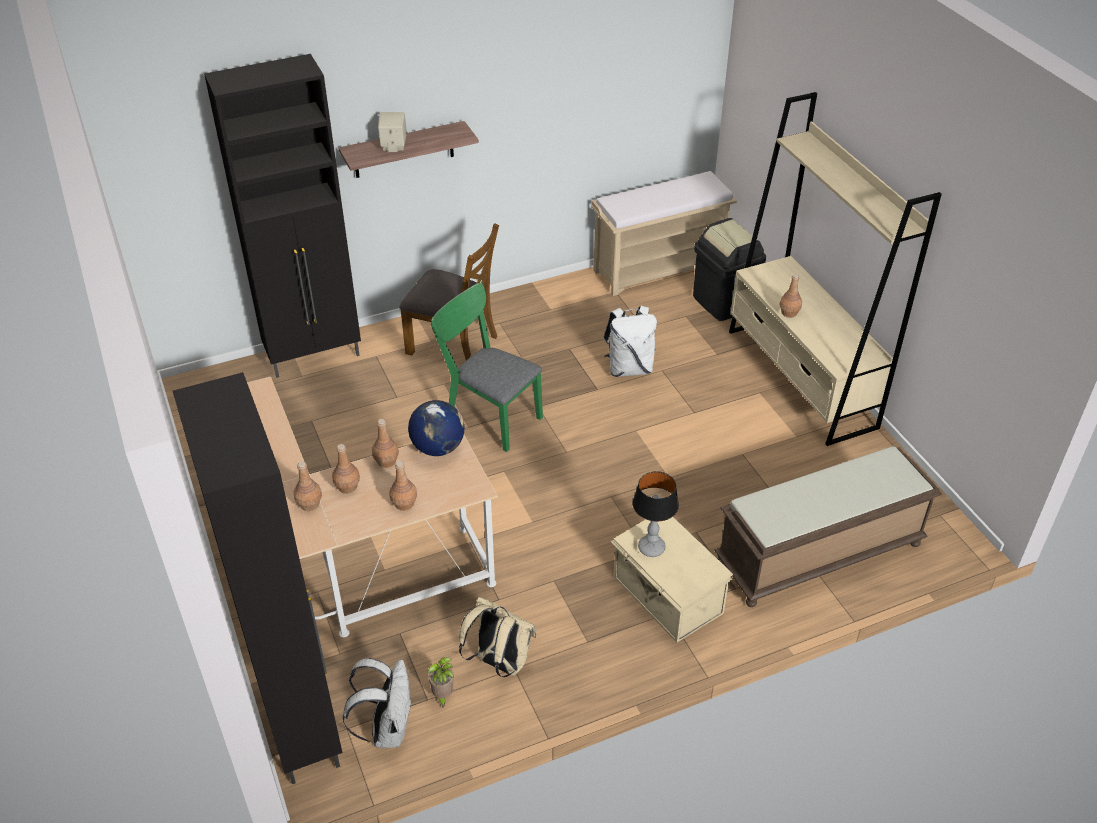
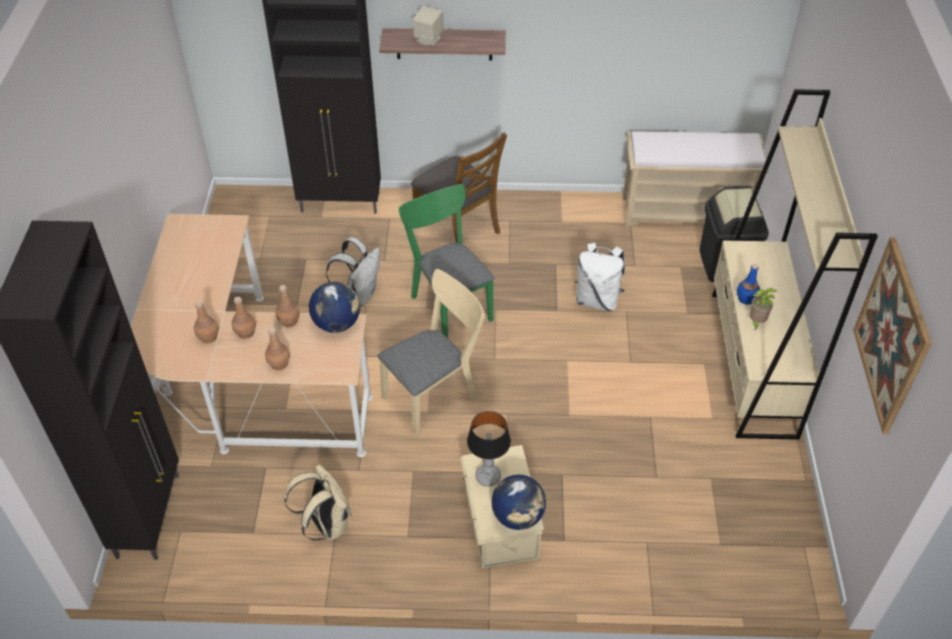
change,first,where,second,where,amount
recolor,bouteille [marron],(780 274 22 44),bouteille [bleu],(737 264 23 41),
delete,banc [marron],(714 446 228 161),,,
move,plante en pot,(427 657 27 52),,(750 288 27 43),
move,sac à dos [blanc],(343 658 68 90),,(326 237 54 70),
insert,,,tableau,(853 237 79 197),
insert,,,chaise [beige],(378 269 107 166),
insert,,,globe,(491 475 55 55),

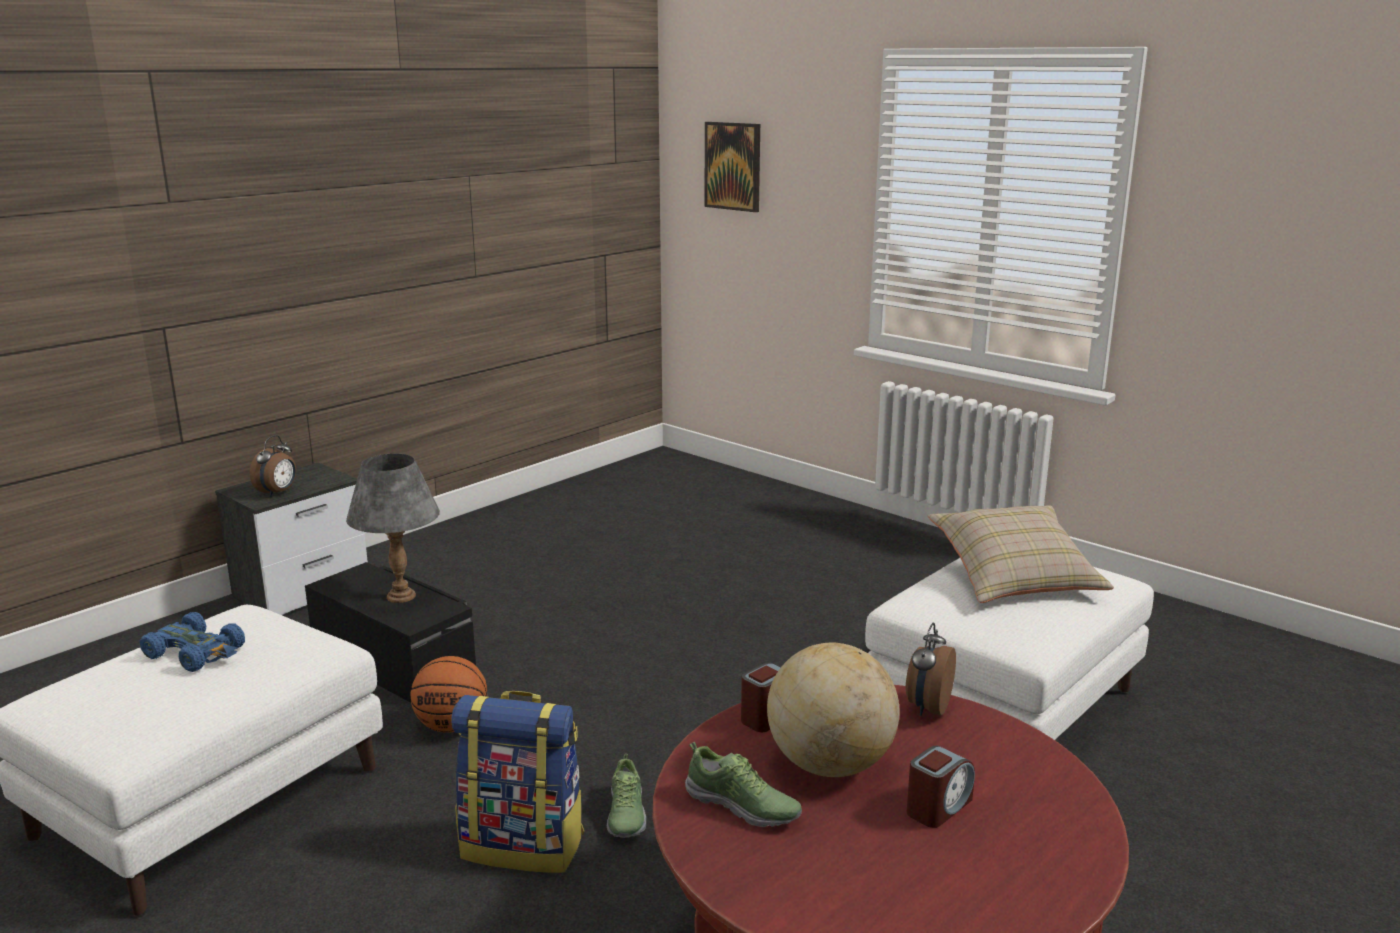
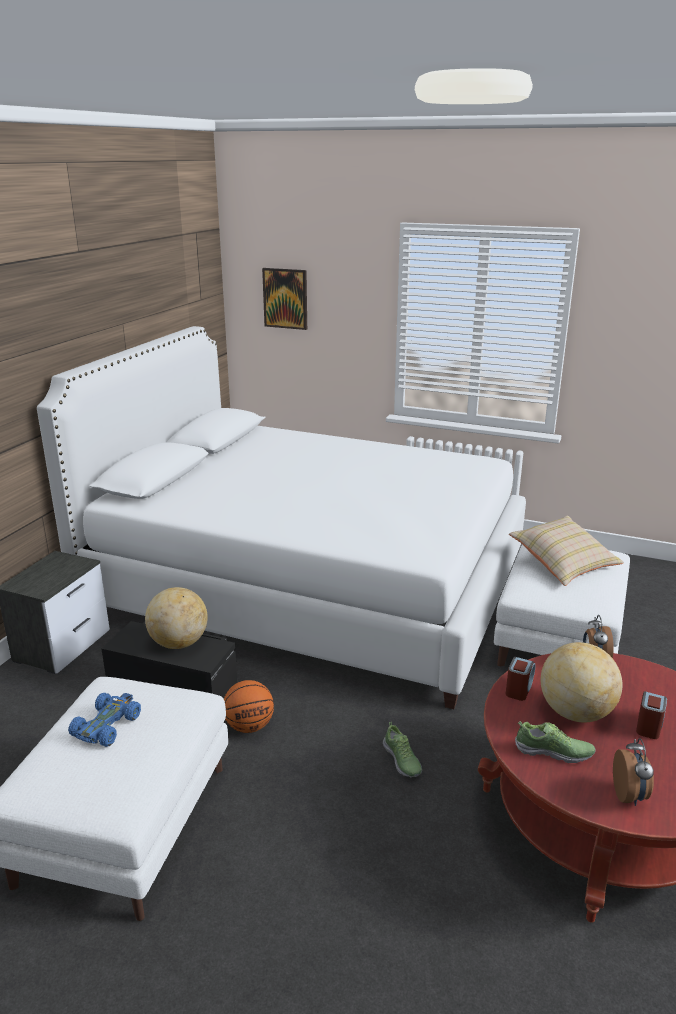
change,first,where,second,where,amount
move,réveil,(250 435 46 62),,(613 738 41 68),
replace,lampe de table [gris],(346 454 94 149),globe,(145 587 63 62),
rotate,petite voiture [bleu],(140 612 105 60),,(68 693 73 54),75 degrees counterclockwise
delete,sac à dos,(452 691 132 182),,,
insert,,,lit [blanc],(37 326 489 383),

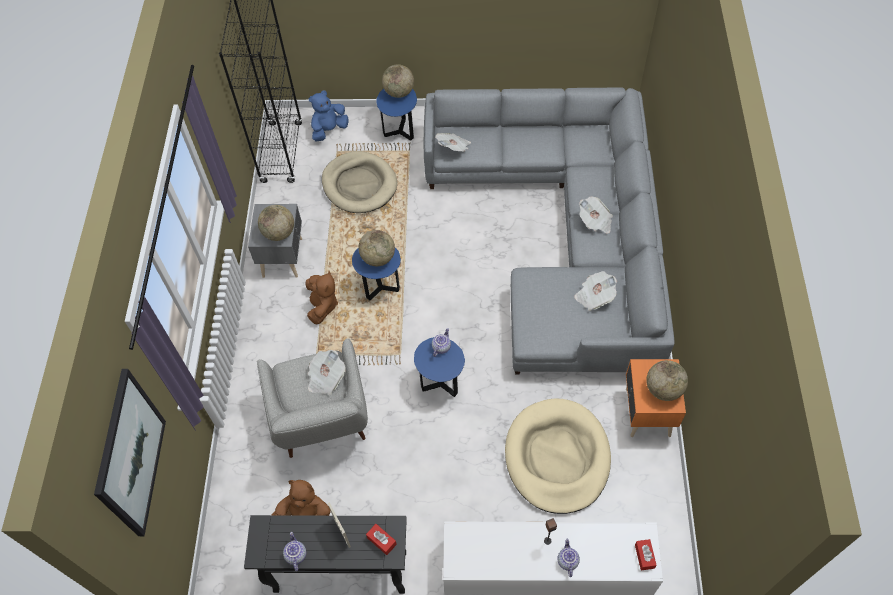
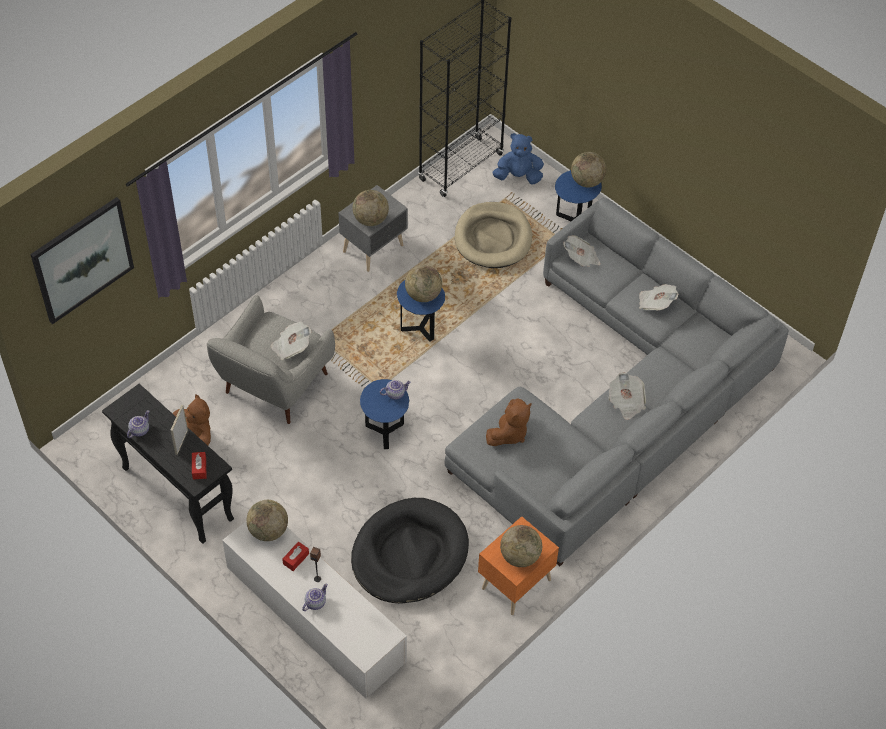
change,first,where,second,where,amount
move,peluche [marron],(306 271 32 53),,(486 398 45 48),
move,journal,(575 271 42 40),,(639 284 39 27),
recolor,panier pour chien [beige],(505 399 106 115),panier pour chien [noir],(351 498 118 105),
move,boîte à mouchoirs [rouge],(635 539 22 31),,(282 542 27 29),
insert,,,globe,(246 500 42 41),

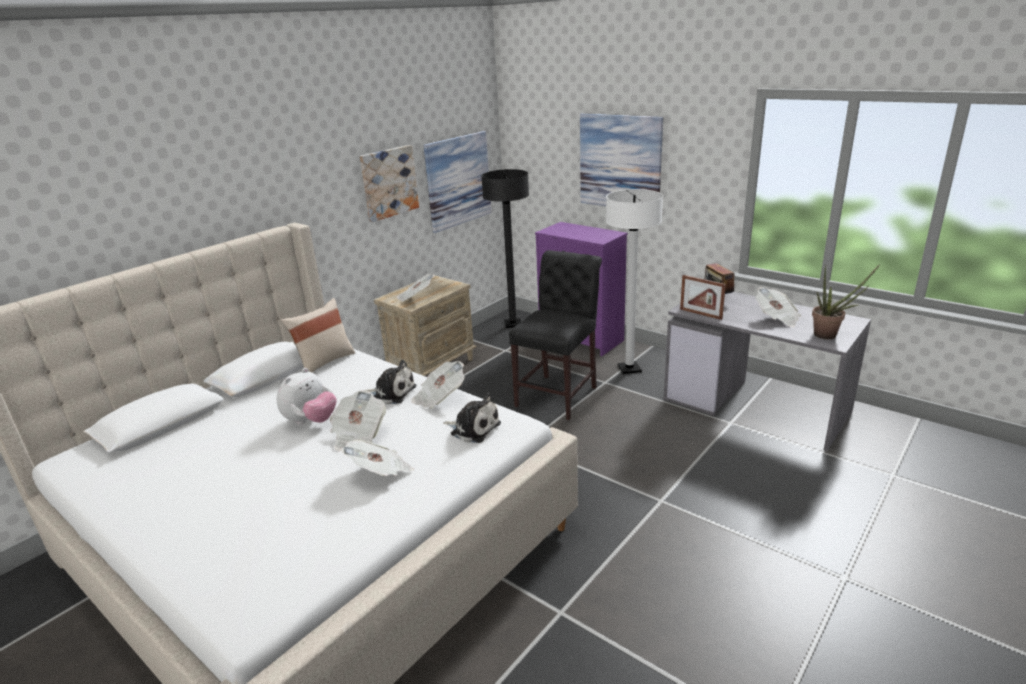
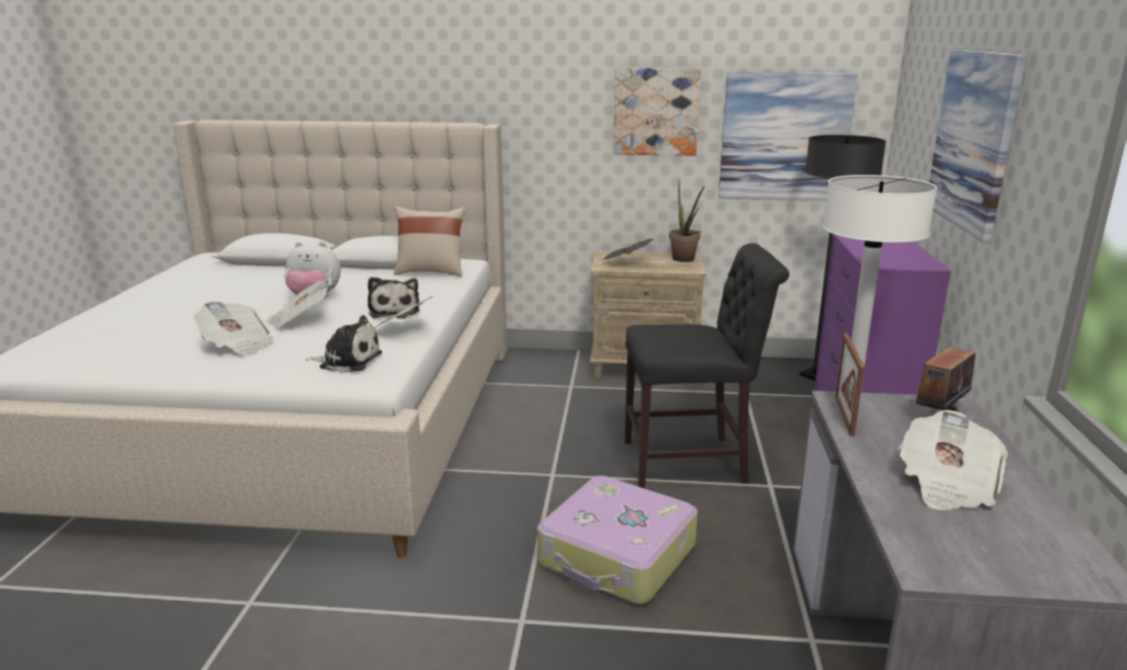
change,first,where,second,where,amount
move,plante en pot,(812 264 68 75),,(669 182 36 80),
rotate,peluche,(443 393 58 50),,(306 315 76 58),75 degrees counterclockwise
insert,,,valise,(537 476 161 128),

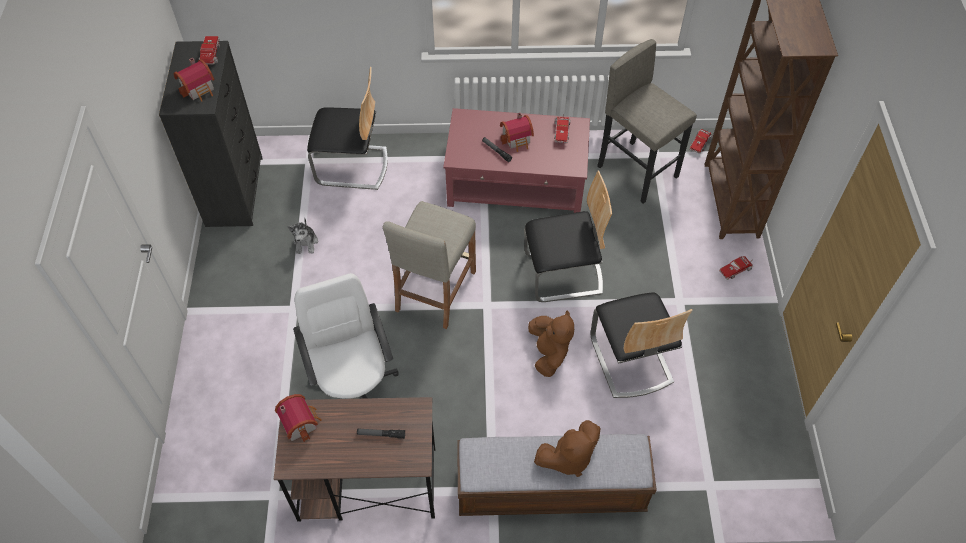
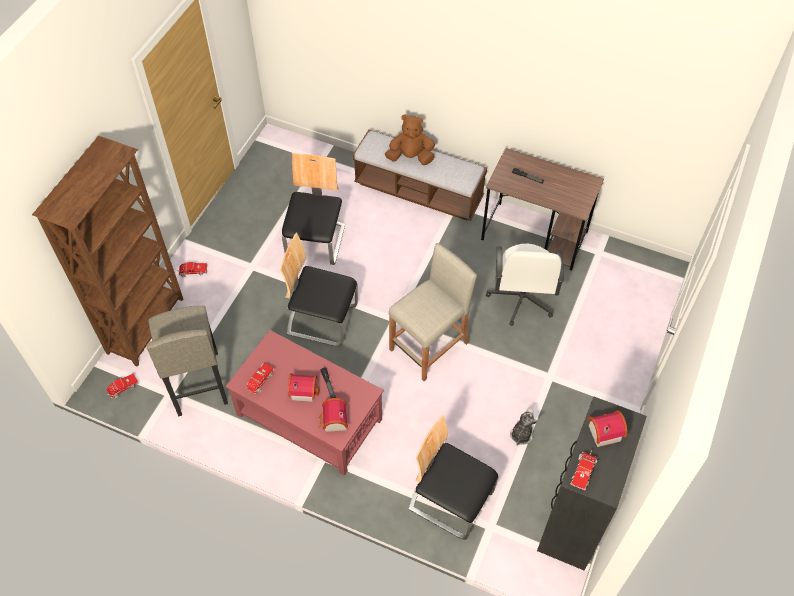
change,first,where,second,where,amount
delete,peluche [marron],(528 310 46 67),,,
move,maison miniature,(275 394 47 48),,(318 398 30 34),

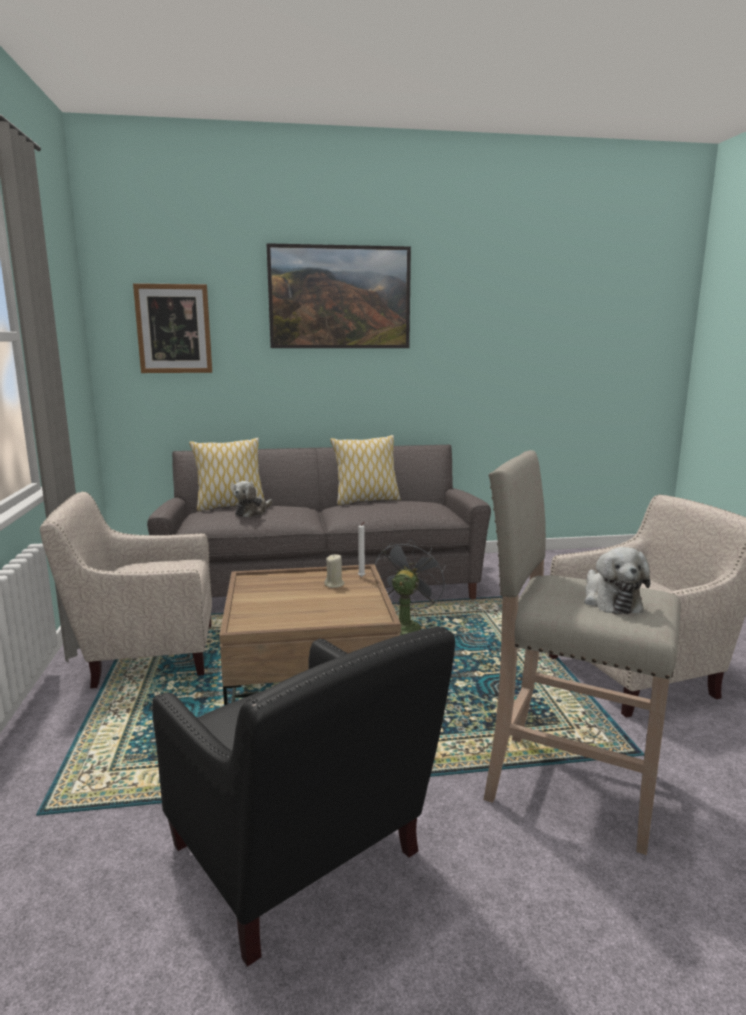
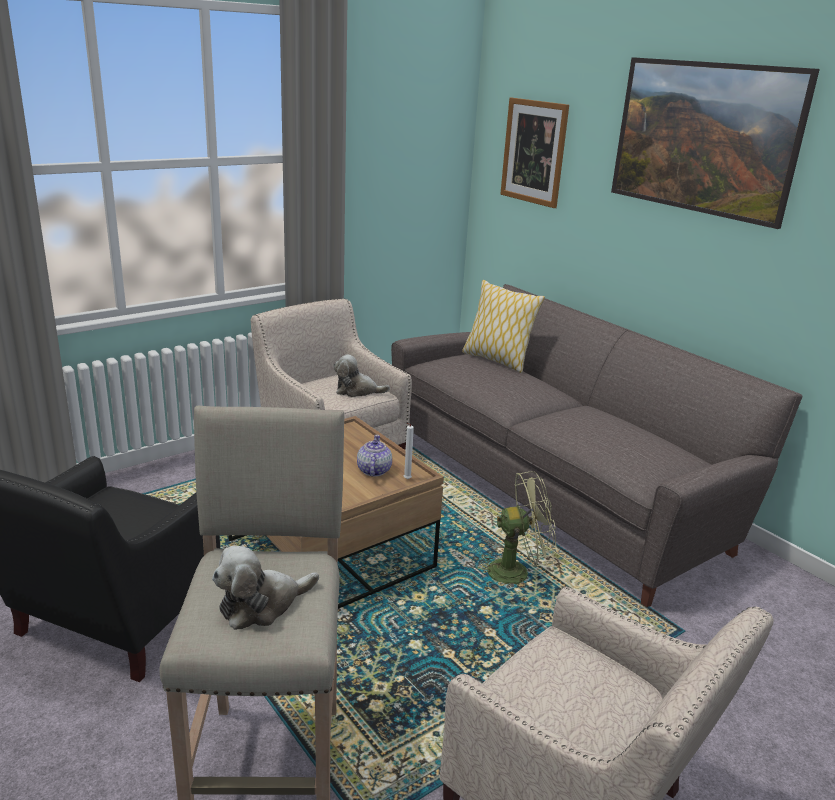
change,first,where,second,where,amount
delete,coussin,(330 435 71 70),,,
move,peluche,(233 481 39 37),,(334 354 56 43),
recolor,ventilateur [gris],(375 539 71 96),ventilateur [vert],(479 471 78 116),
replace,bougie [beige],(324 554 21 34),théière,(357 435 35 42),

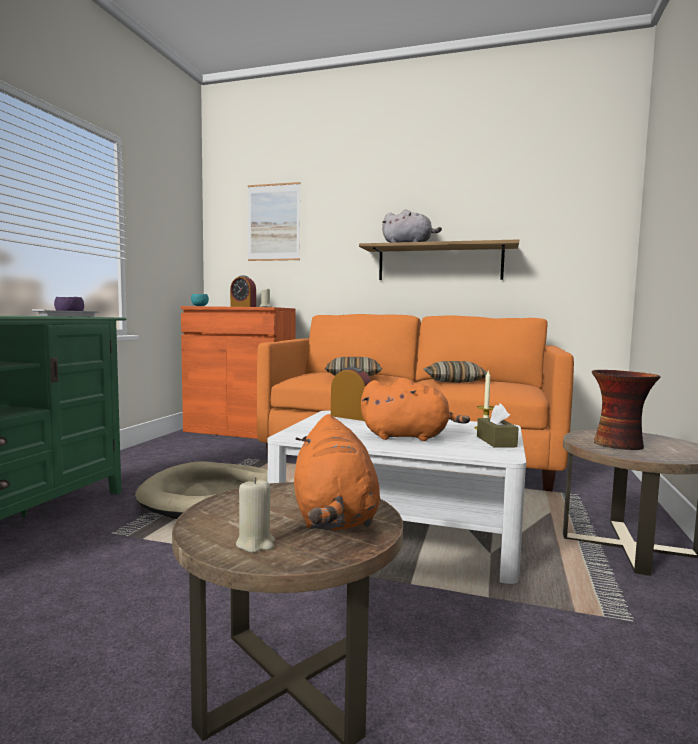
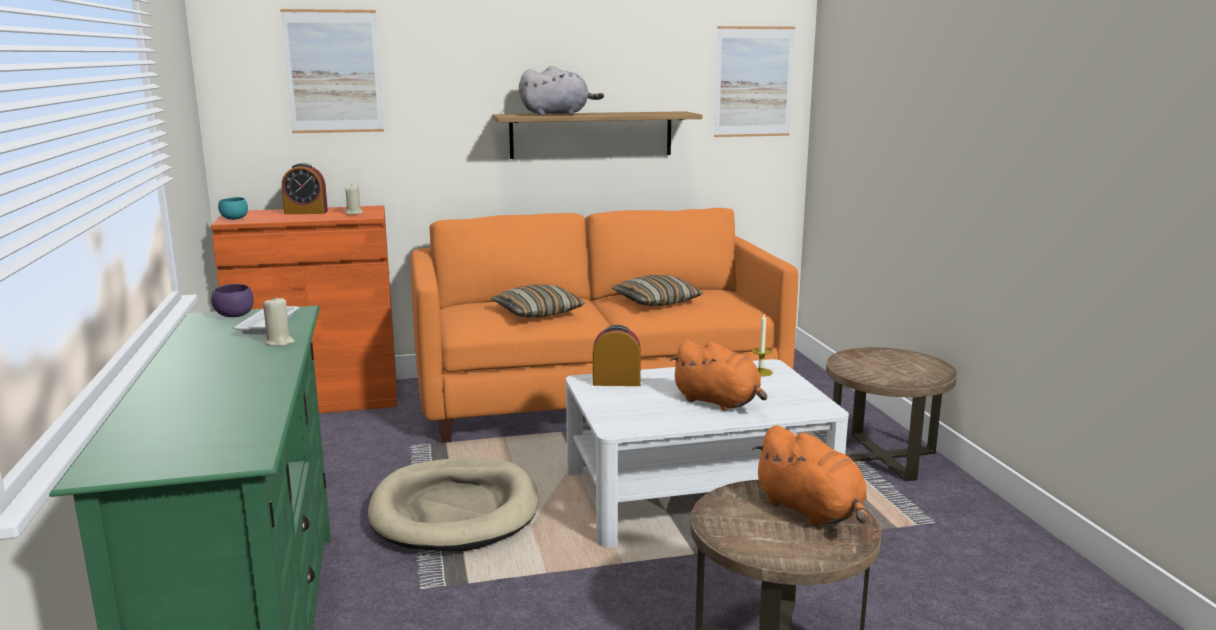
change,first,where,second,where,amount
delete,vase,(592 370 69 80),,,
rotate,peluche [orange],(361 378 109 63),,(670 340 97 71),60 degrees clockwise
delete,boîte à mouchoirs [marron],(477 404 42 44),,,
move,bougie [beige],(236 477 39 76),,(263 296 32 50),
insert,,,tableau,(714 26 81 111),

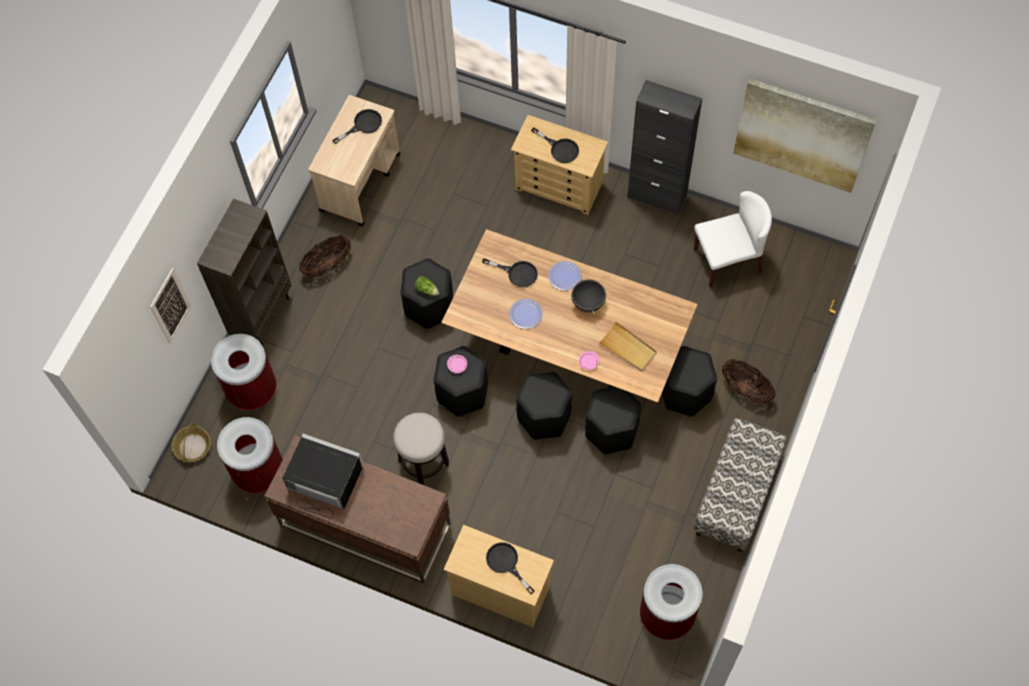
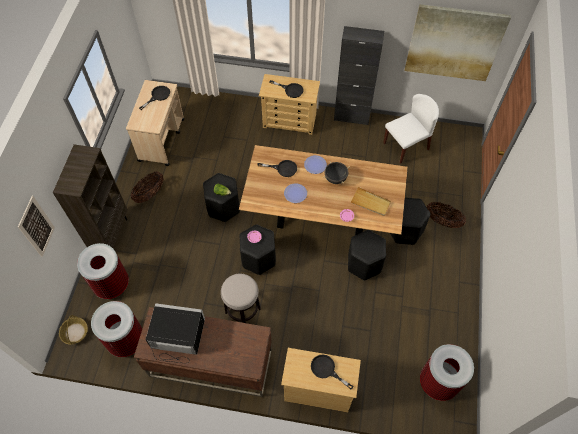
change,first,where,second,where,amount
delete,tabouret [noir],(516 372 56 68),,,
delete,banc,(693 418 94 134),,,

